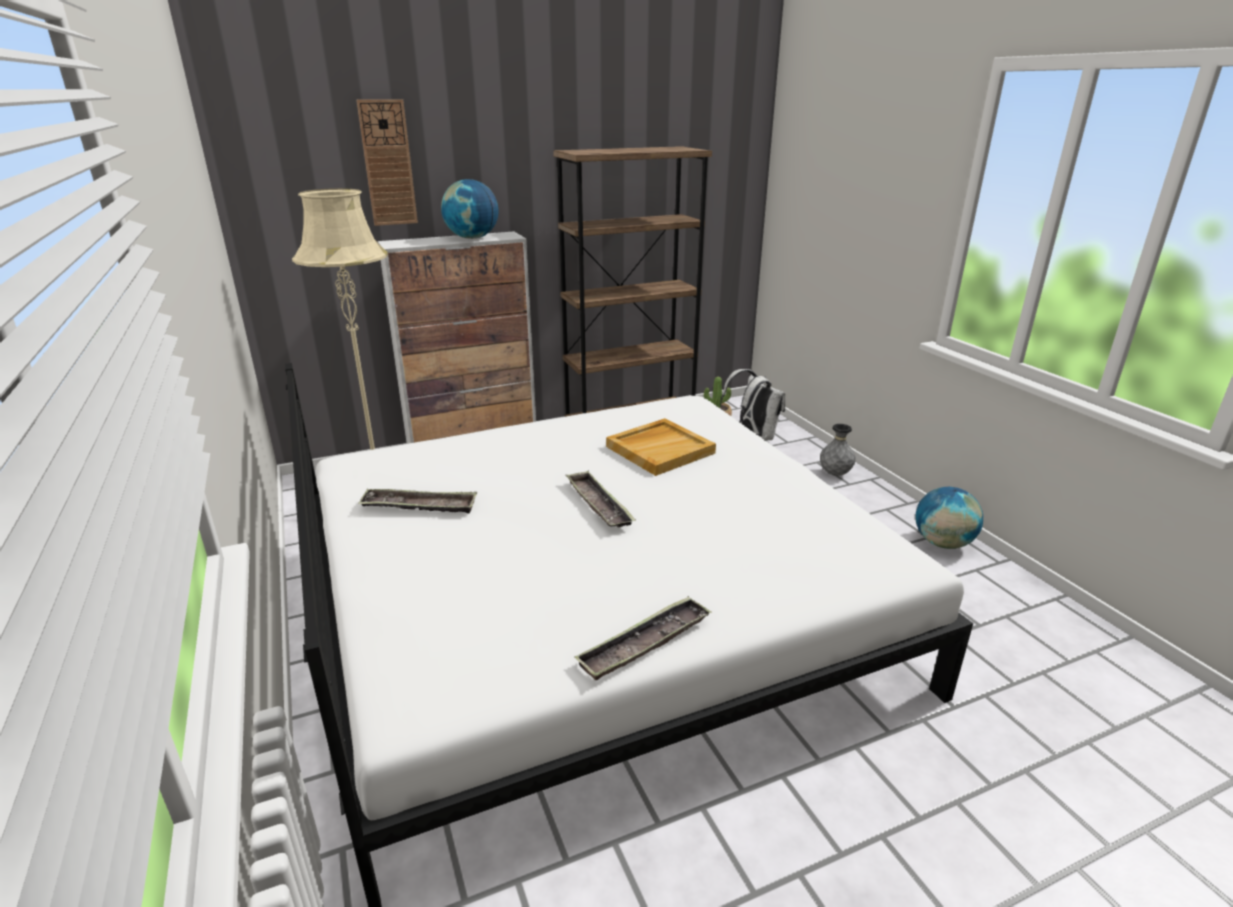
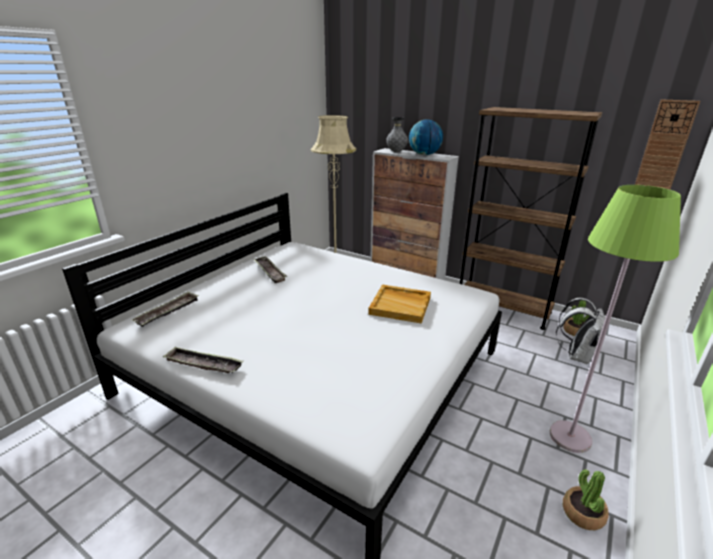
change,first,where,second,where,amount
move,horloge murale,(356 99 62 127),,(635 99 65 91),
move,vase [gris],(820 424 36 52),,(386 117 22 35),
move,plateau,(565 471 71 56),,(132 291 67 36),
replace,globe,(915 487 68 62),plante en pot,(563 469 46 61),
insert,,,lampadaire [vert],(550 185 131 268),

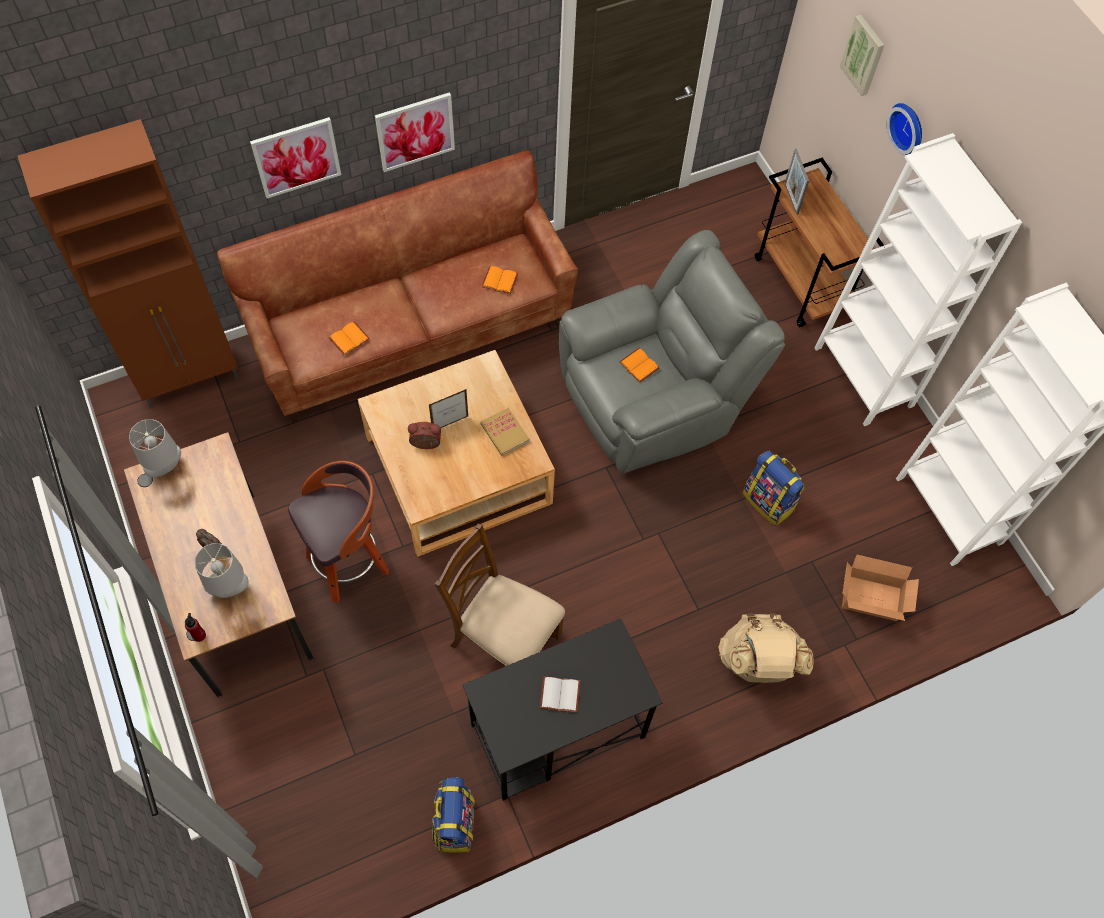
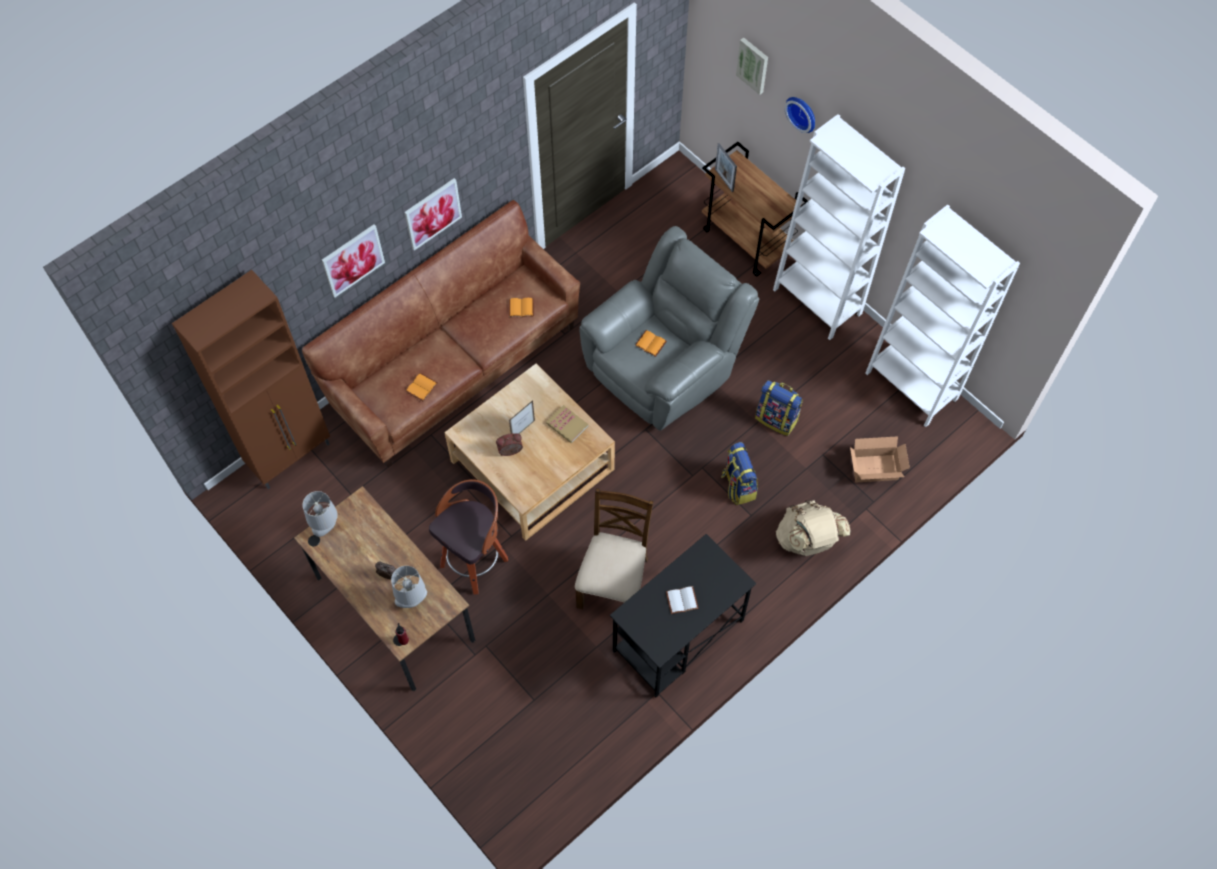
change,first,where,second,where,amount
rotate,chaise [marron],(434 523 131 143),,(575 488 78 122),90 degrees clockwise
move,sac à dos,(432 777 43 76),,(721 442 37 63),

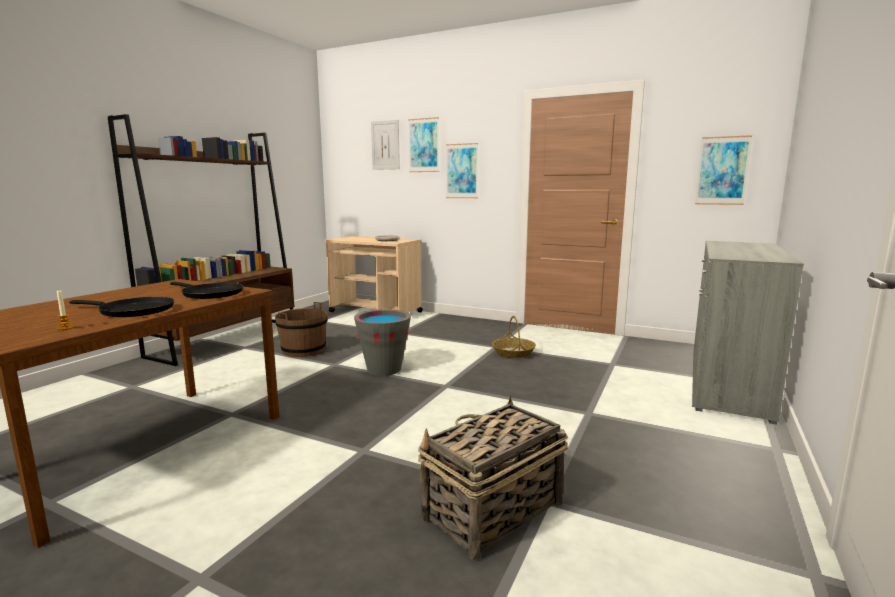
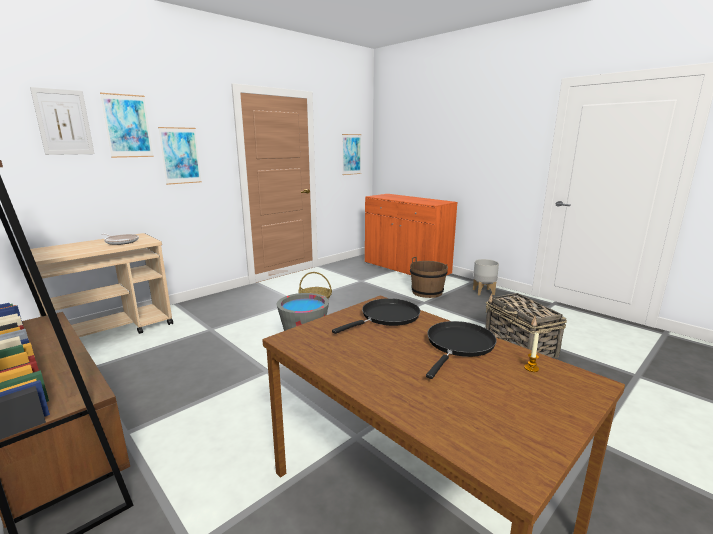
change,first,where,second,where,amount
recolor,meuble de rangement [gris],(692 241 112 184),meuble de rangement [orange],(365 194 93 81),
move,seau [marron],(275 302 53 55),,(410 257 38 41),
insert,,,cache-pot [gris],(473 259 26 36),

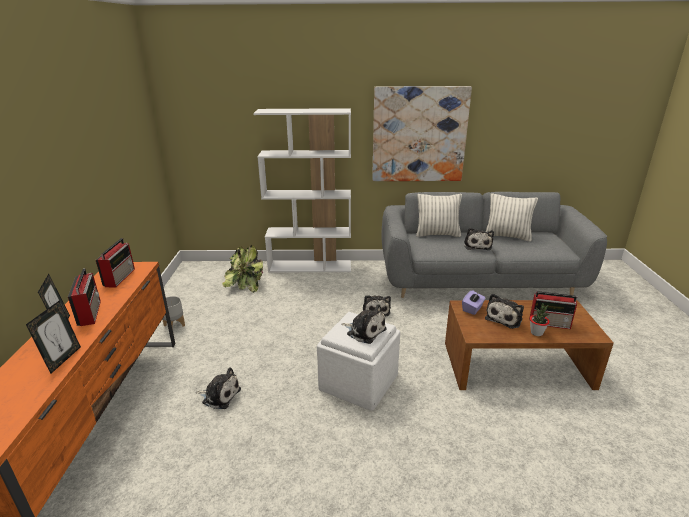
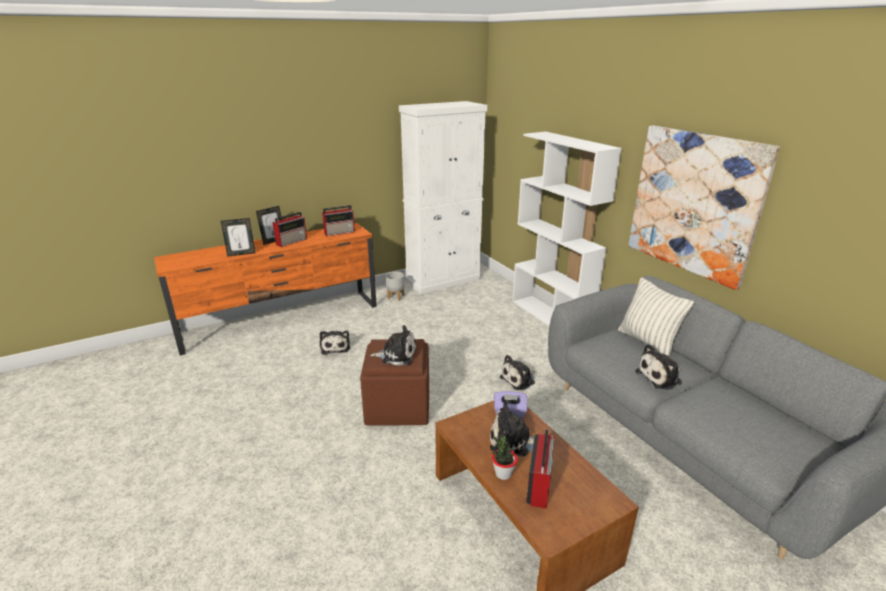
change,first,where,second,where,amount
delete,coussin,(485 193 53 49),,,
delete,plante en pot,(223 245 40 48),,,
rotate,radio,(529 291 48 38),,(526 429 28 80),150 degrees counterclockwise
rotate,peluche,(341 304 46 40),,(370 325 46 41),90 degrees counterclockwise
recolor,pouf [blanc],(317 312 83 99),pouf [marron],(360 339 69 87),
insert,,,meuble de rangement [blanc],(399 101 88 193),

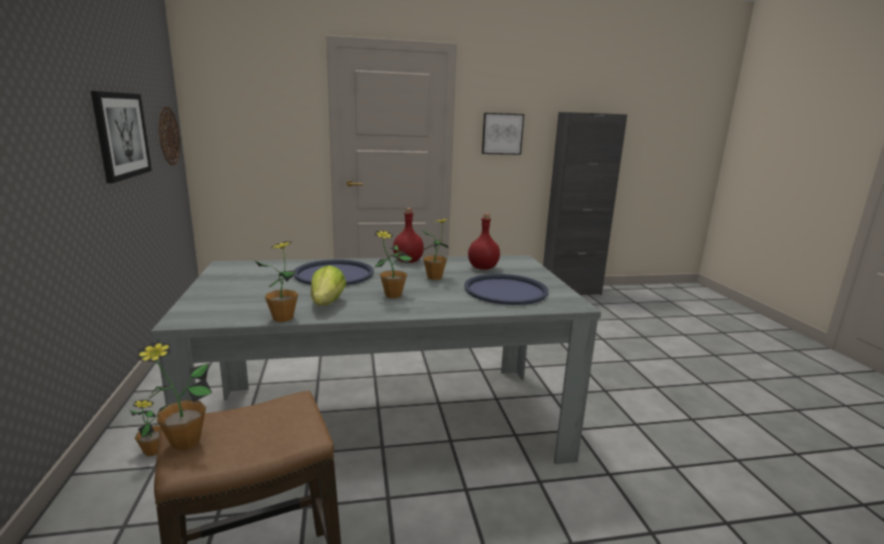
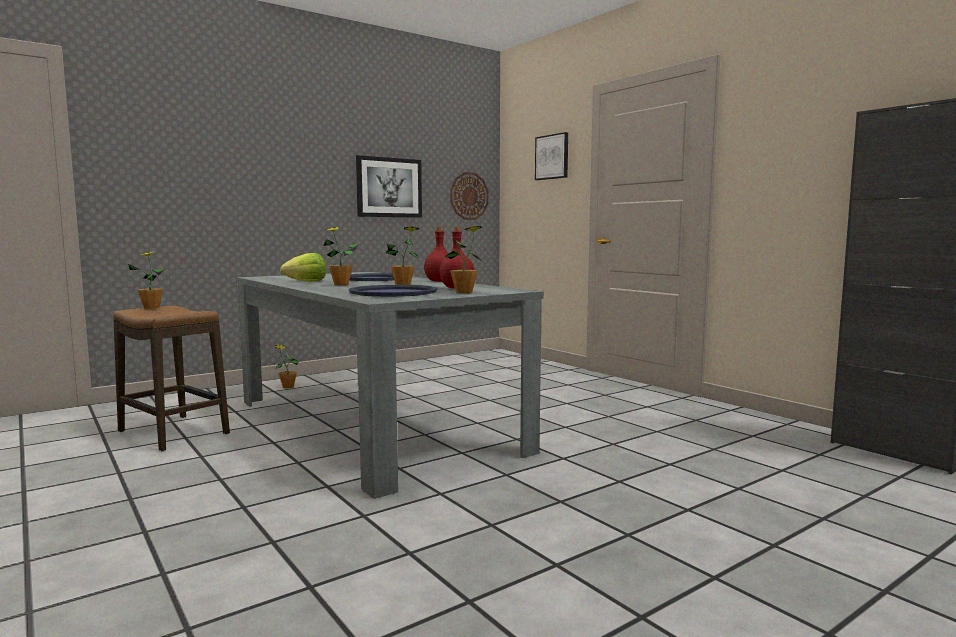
change,first,where,second,where,amount
move,tableau,(482 113 42 42),,(535 132 33 48),
move,plante en pot,(254 241 44 81),,(445 226 37 67),

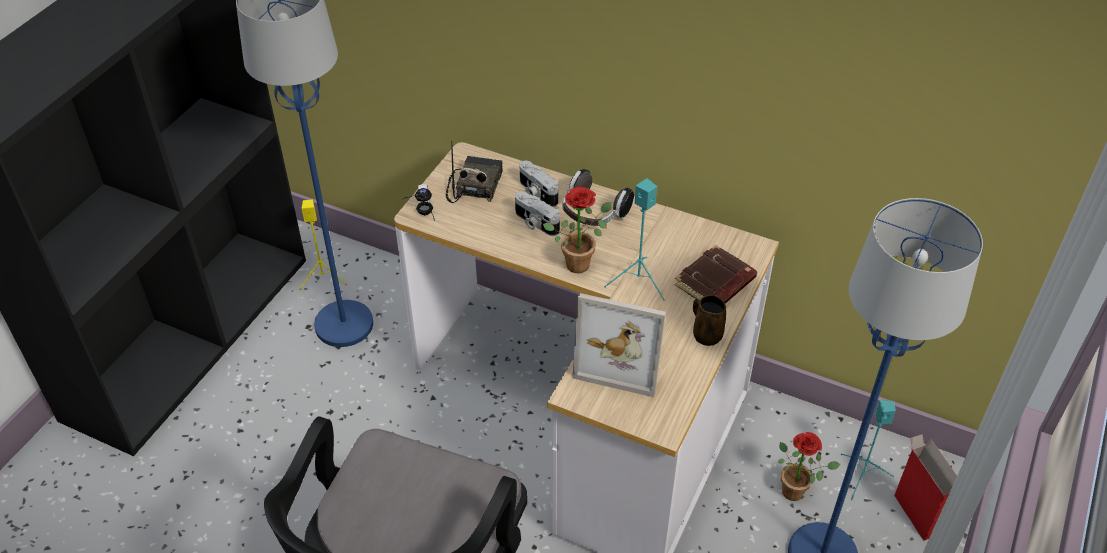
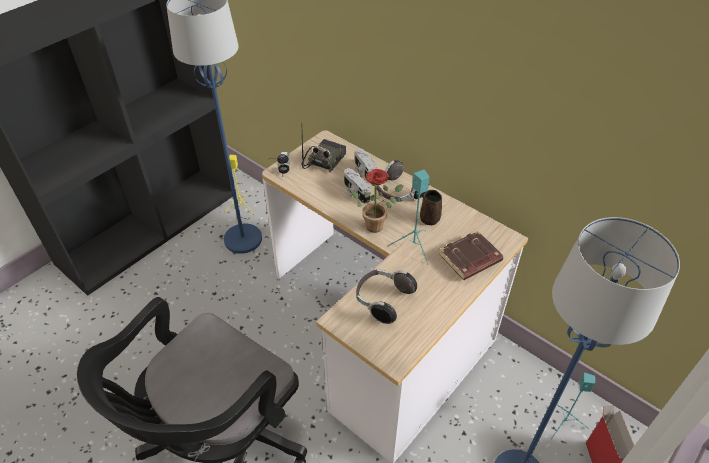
change,first,where,second,where,amount
replace,cadre photo,(572 293 94 104),casque audio,(356 269 61 55),
move,mug [marron],(693 295 33 51),,(420 190 22 35),
delete,plante en pot,(778 432 62 69),,,

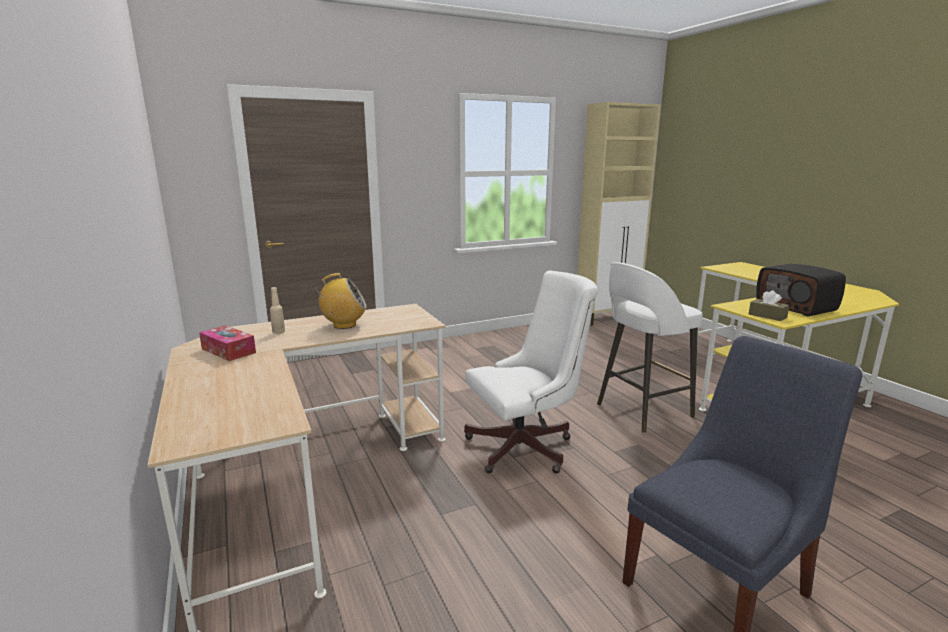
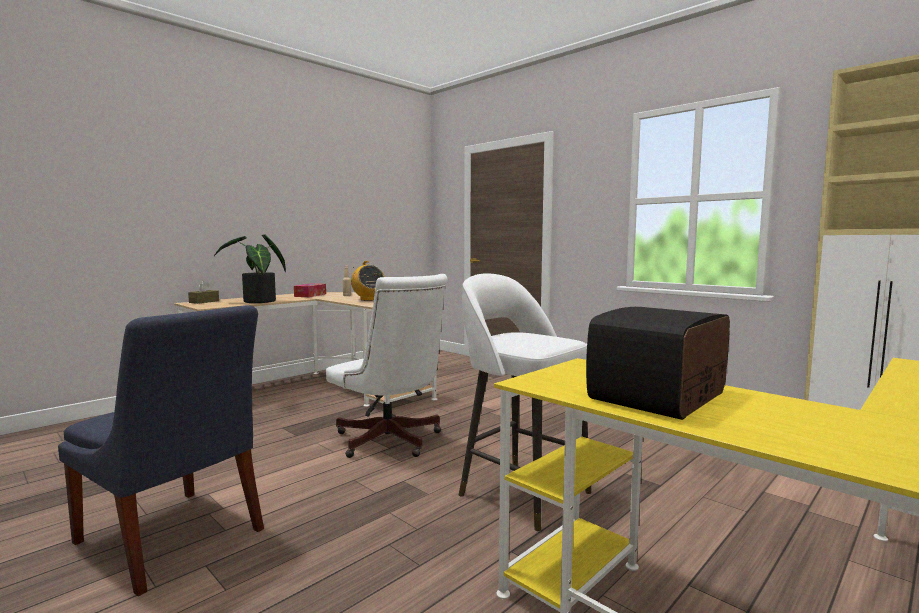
change,first,where,second,where,amount
move,boîte à mouchoirs [marron],(749 290 40 31),,(188 281 31 23),
insert,,,plante en pot,(214 234 72 69),

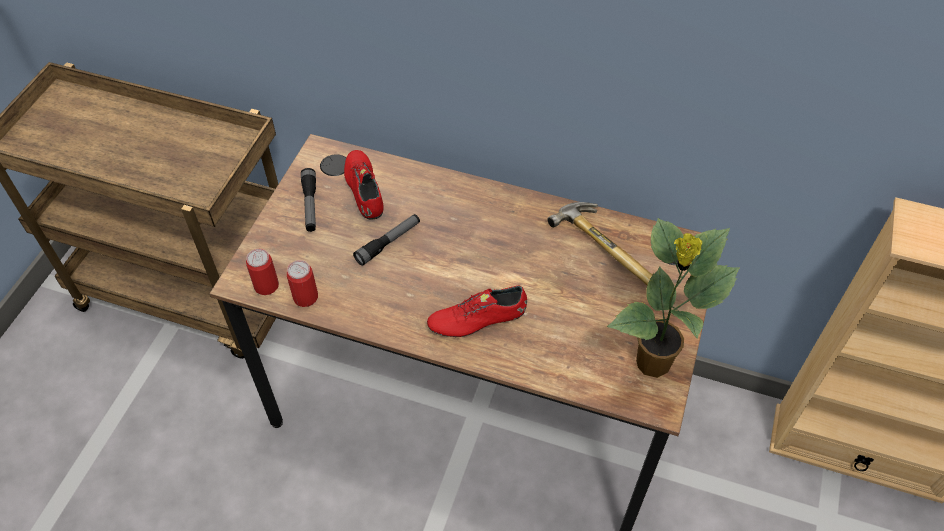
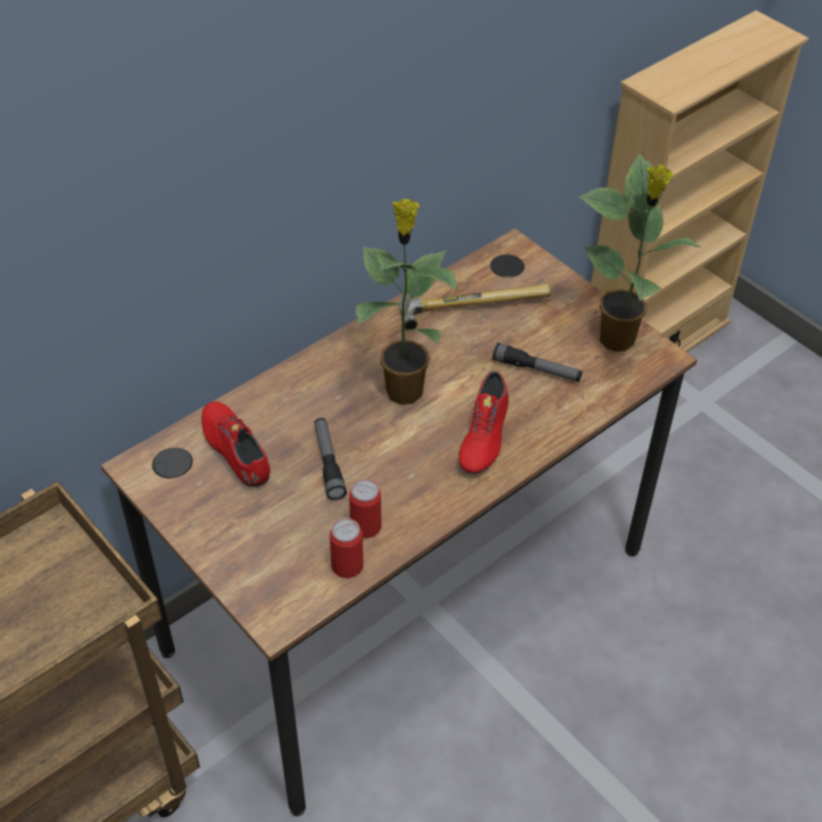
change,first,where,second,where,amount
rotate,chaussure [rouge],(344 150 40 70),,(202 402 68 85),45 degrees clockwise
move,lampe de poche,(301 168 15 64),,(492 343 90 39),
move,boîte métallique,(246 249 33 46),,(349 479 32 59),
insert,,,plante en pot,(356 199 102 206),

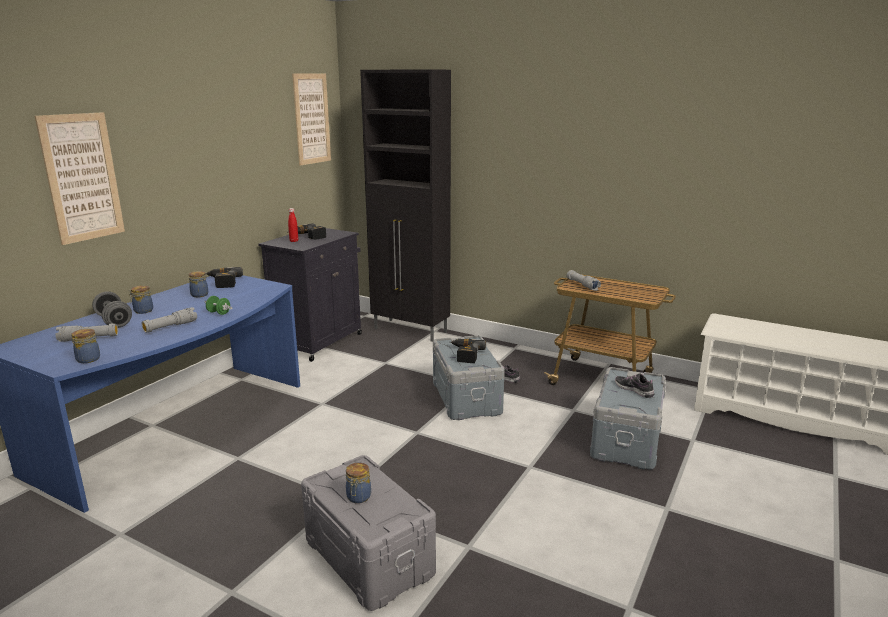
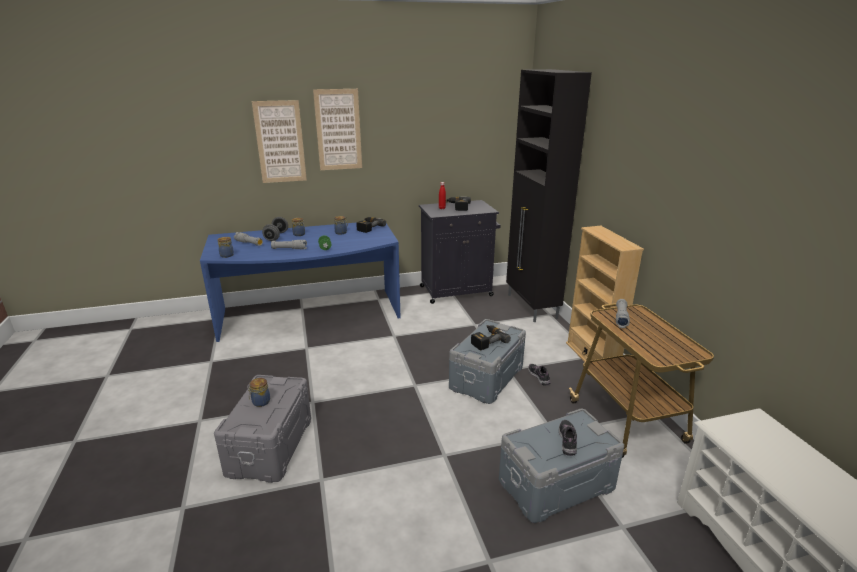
change,first,where,second,where,amount
move,tableau,(292 73 39 93),,(313 89 49 81),
insert,,,bibliothèque [beige],(566 226 78 136),

